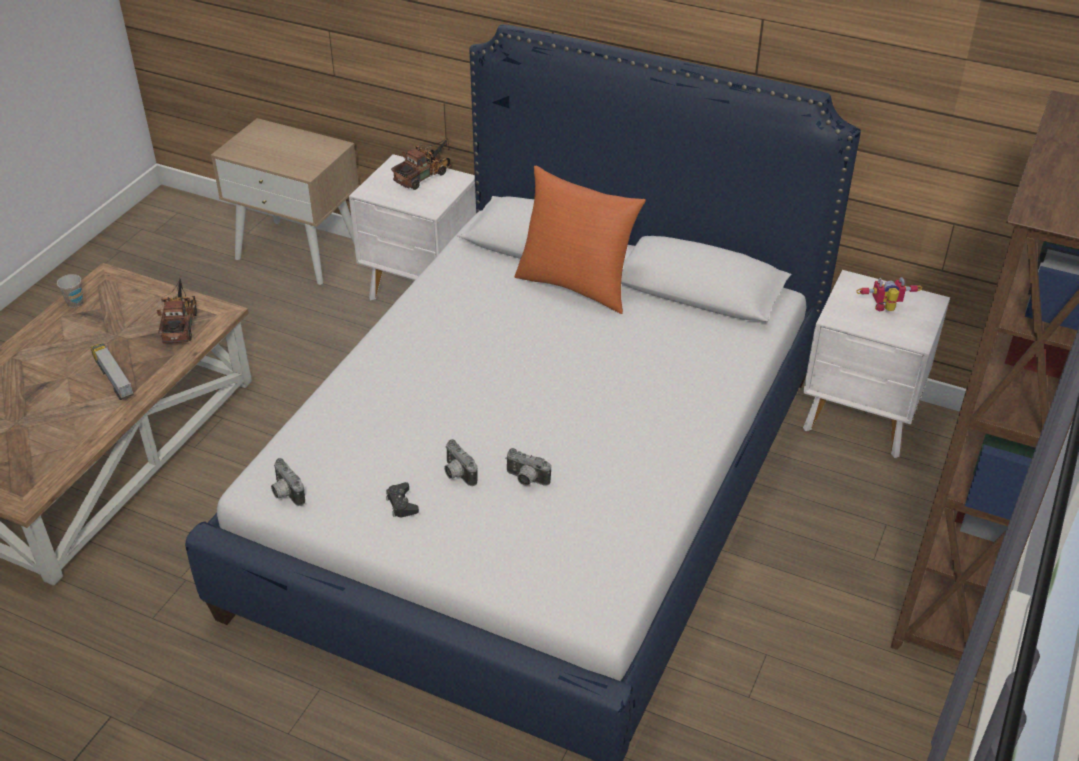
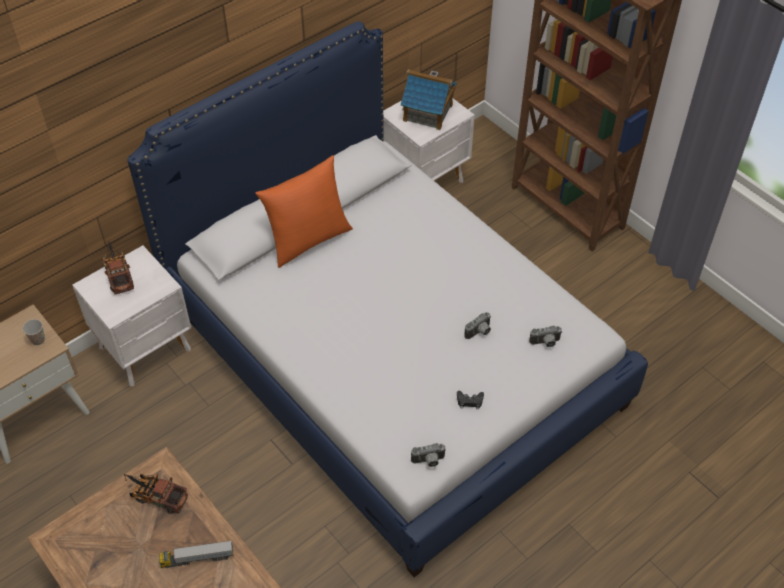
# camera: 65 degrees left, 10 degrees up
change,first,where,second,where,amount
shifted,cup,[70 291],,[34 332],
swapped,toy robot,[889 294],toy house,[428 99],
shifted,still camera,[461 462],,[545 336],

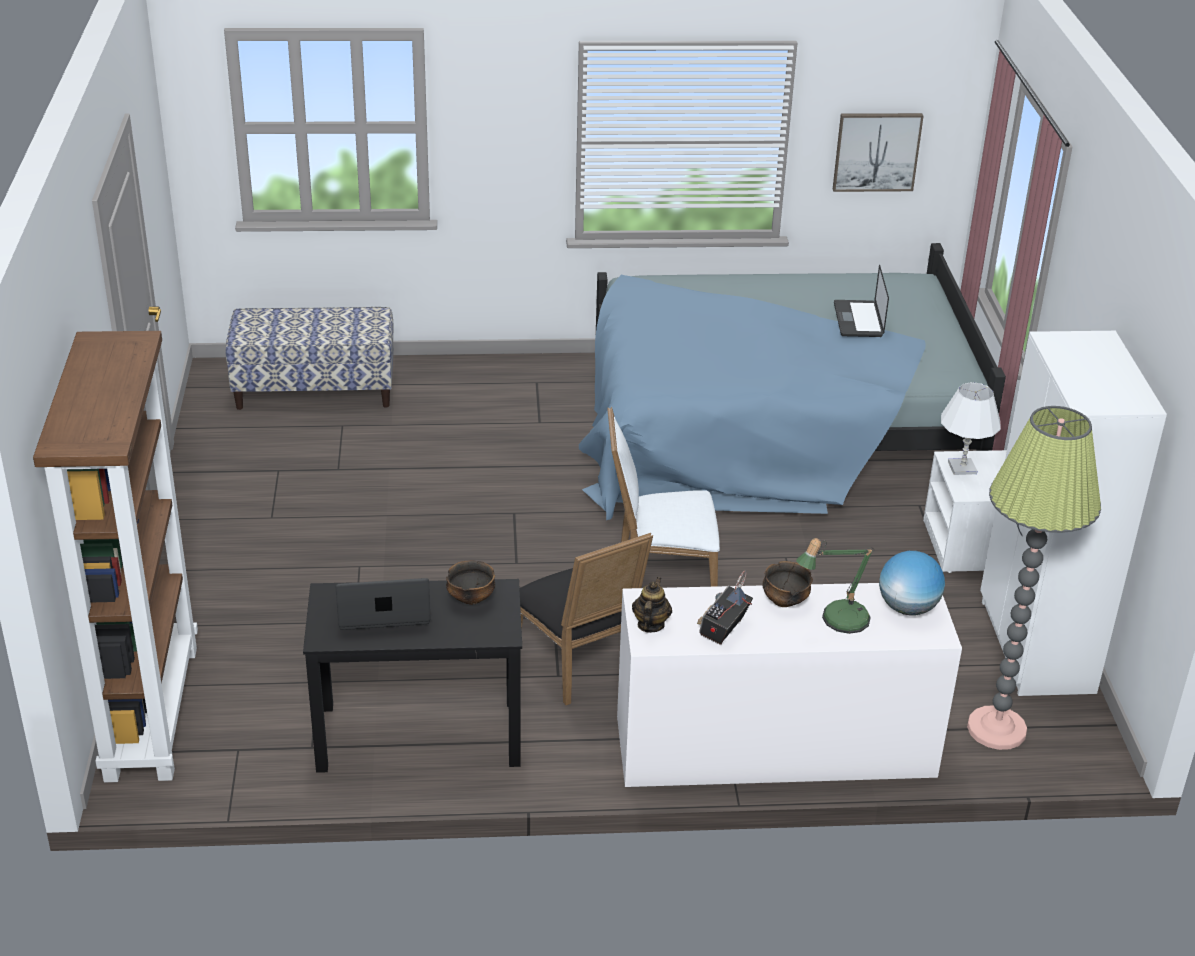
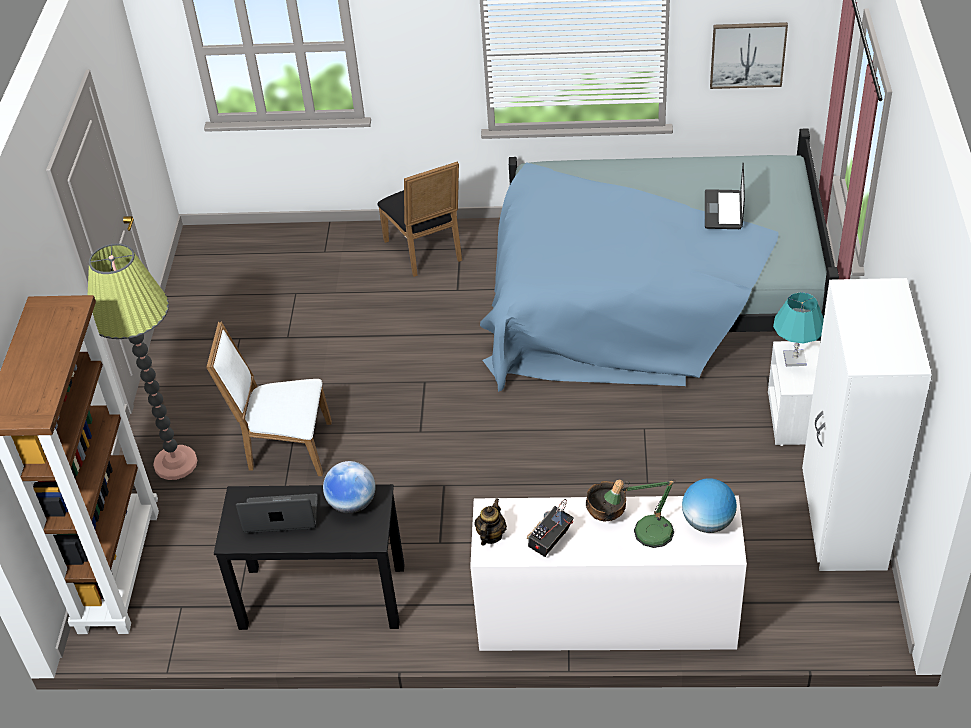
# camera: 10 degrees right, 10 degrees up
change,first,where,second,where,amount
gone,indoor bench,[309 358],,,
repainted,white-coloured lamp for a table,[971 428],turquoise-coloured lamp for a table,[798 329],
shifted,standard lamp,[1034 578],,[142 361],
shifted,white-coloured plain chair,[663 497],,[269 398],
shifted,black plain chair,[586 619],,[419 219],
swapped,deep dish,[470 582],globe,[349 487],

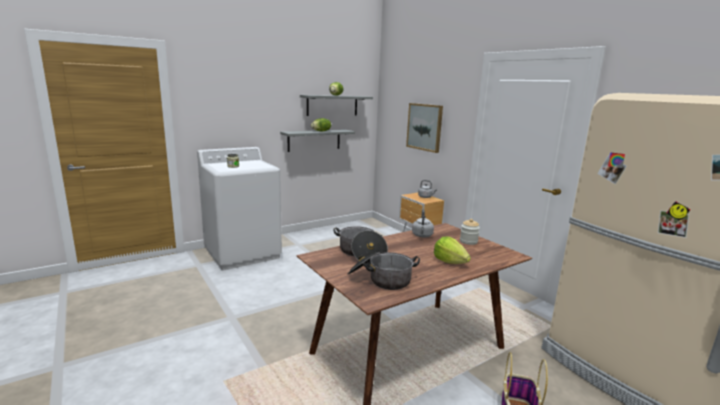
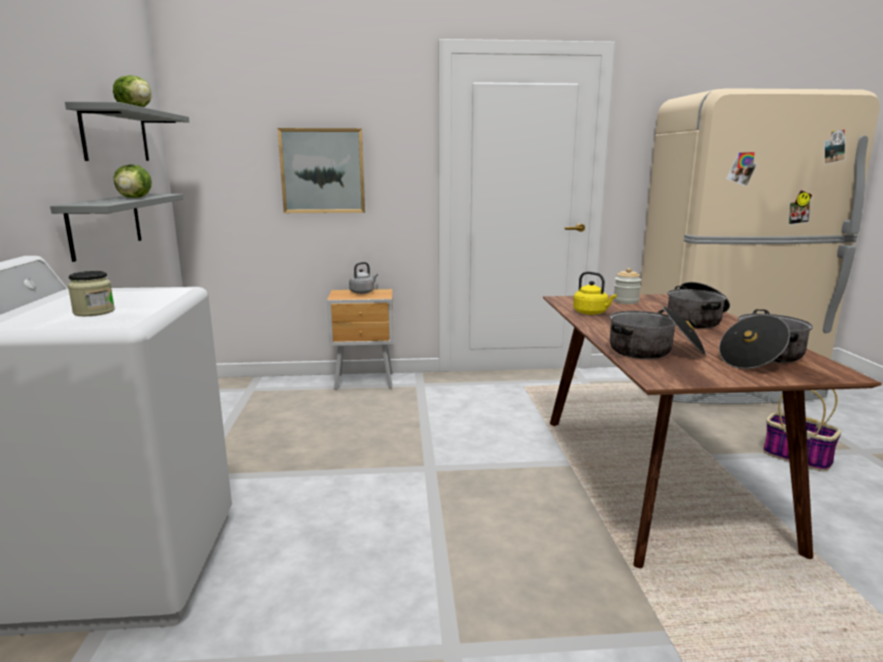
# camera: 60 degrees left, 0 degrees up
change,first,where,second,where,amount
repainted,grey water kettle,[423 223],yellowish water kettle,[595 293],
swapped,lettuce head,[452 250],cooking pot,[699 305],

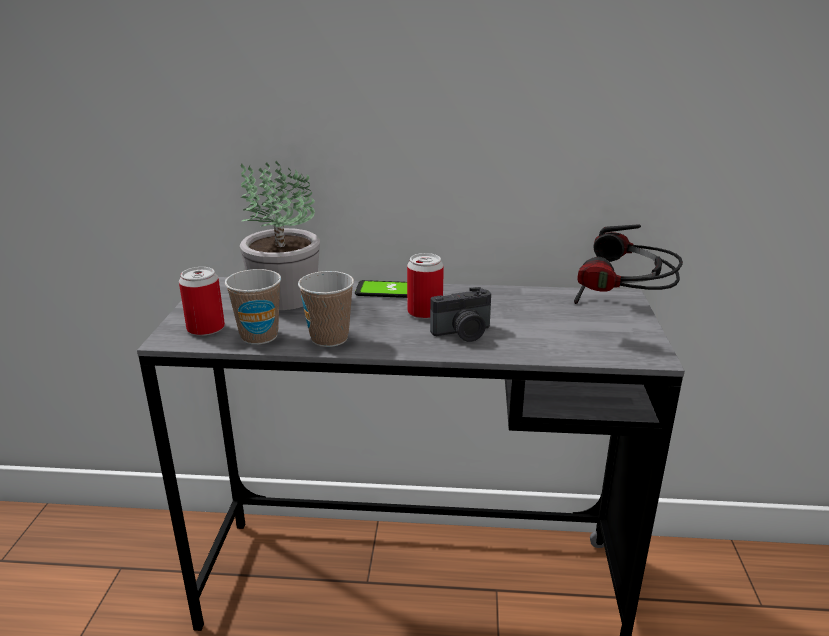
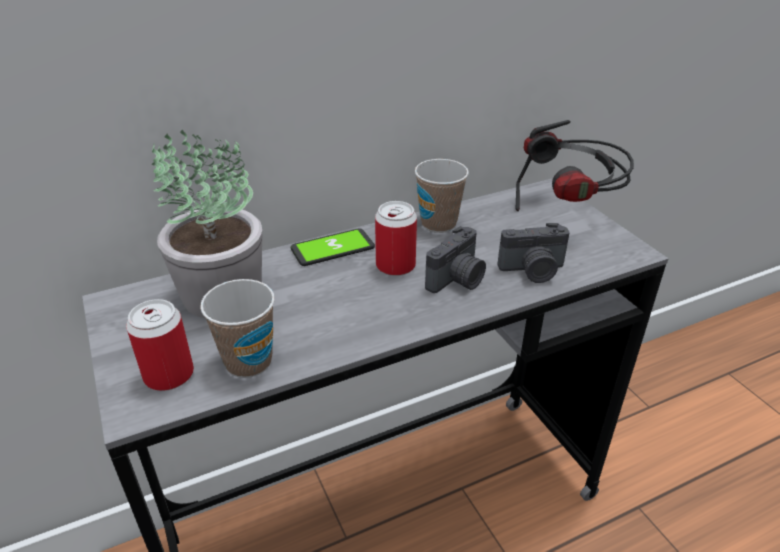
# camera: 30 degrees left, 10 degrees up
change,first,where,second,where,amount
shifted,cup,[326 309],,[442 196],
new,,,still camera,[534 253],

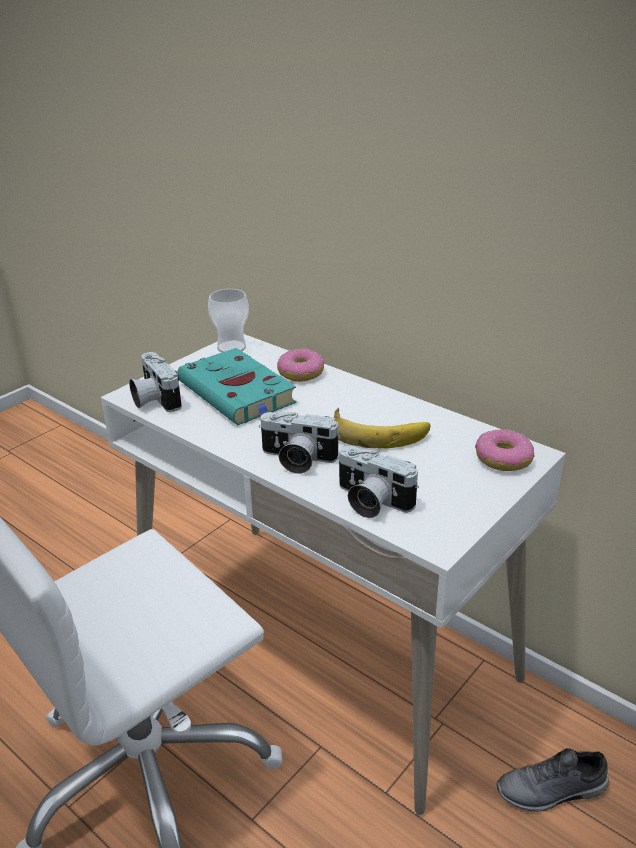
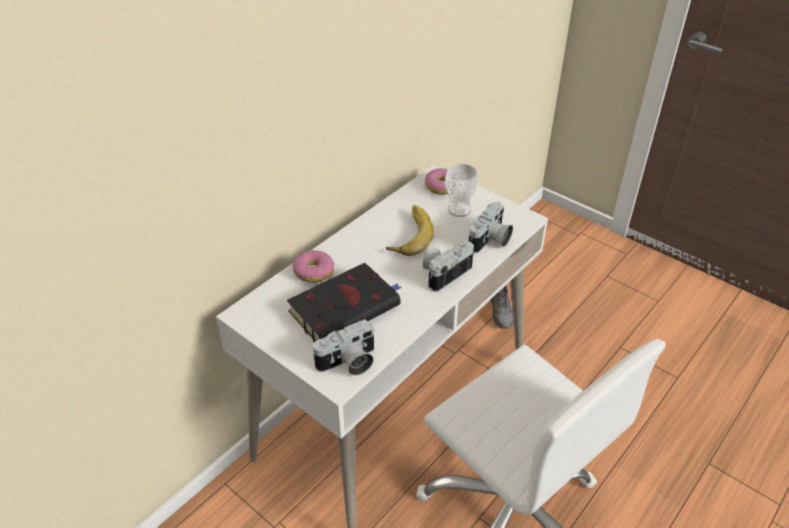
# camera: 90 degrees left, 10 degrees up
change,first,where,second,where,amount
shifted,cup,[228 321],,[462 190],
repainted,turquoise-coloured bound book,[236 386],black bound book,[344 302],
rotated,still camera,[300 443],,[448 266],150 degrees counterclockwise

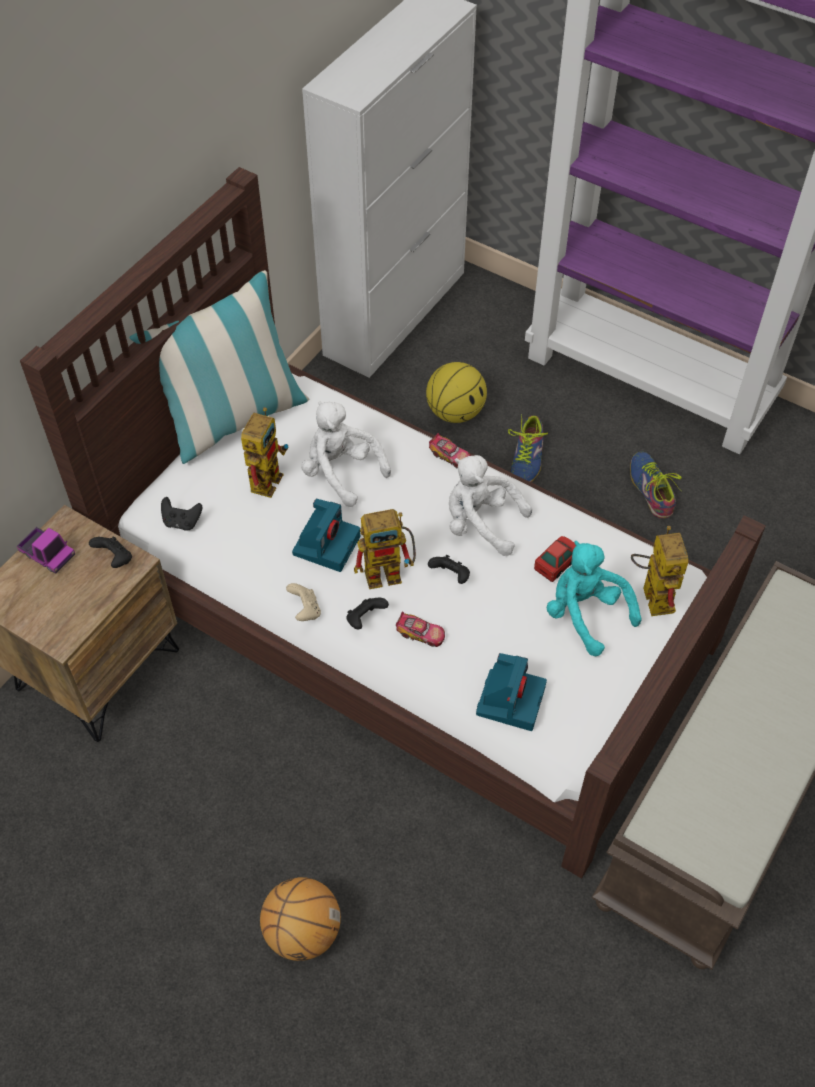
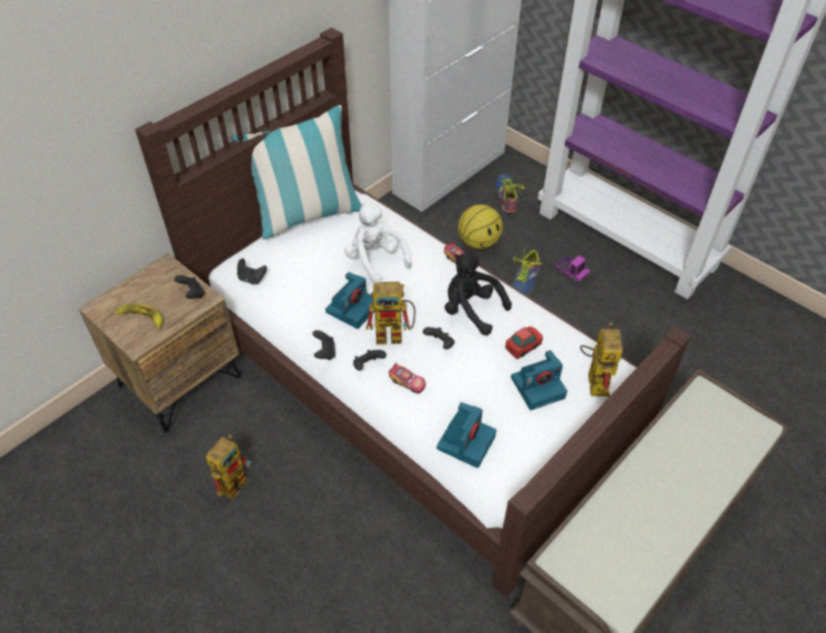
# camera: 10 degrees right, 5 degrees down
change,first,where,second,where,amount
shifted,toy robot,[264 452],,[229 467],
shifted,low shoe,[656 484],,[510 193],
repainted,white-coloured plush toy,[490 505],black plush toy,[478 294],
shifted,toy truck,[46 550],,[572 269],
swapped,turquoise-coloured plush toy,[594 598],still camera,[539 380],
repainted,beige-coloured game controller,[303 602],black game controller,[324 345],
gone,basketball,[300 919],,,
new,,,banana,[139 317],

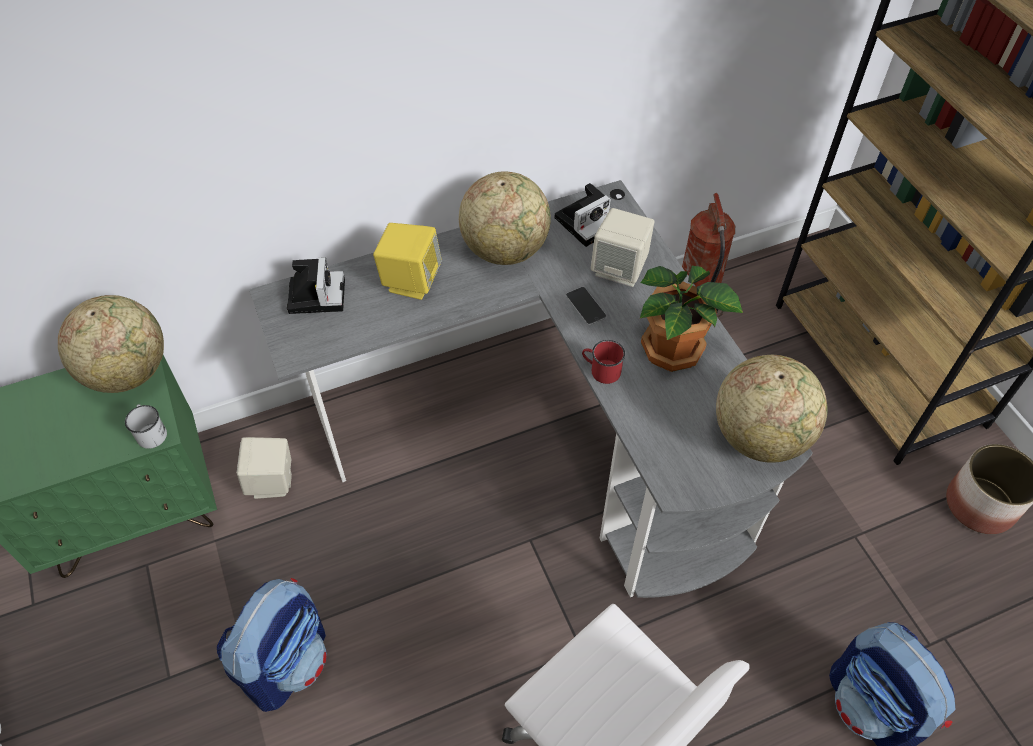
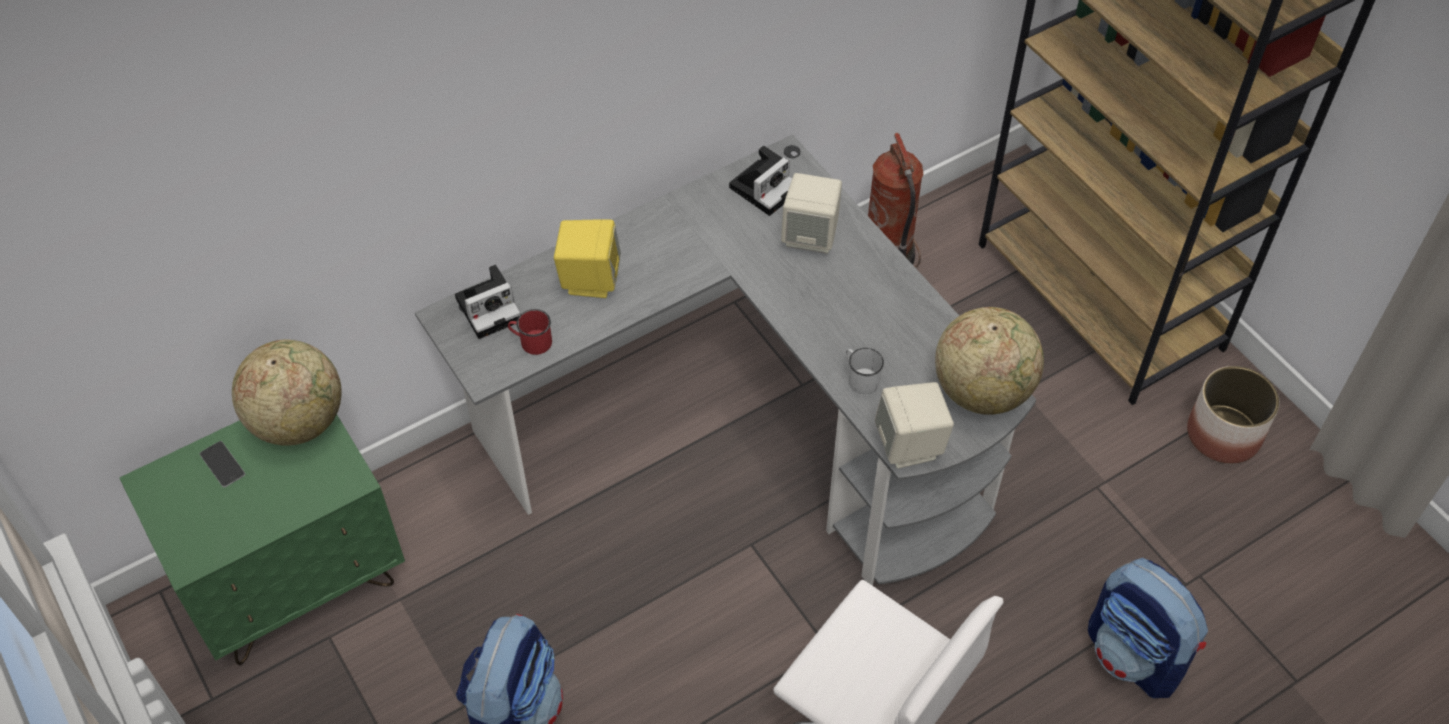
# camera: 10 degrees left, 0 degrees up
change,first,where,second,where,amount
gone,globe,[505 218],,,
rotated,still camera,[316 285],,[488 302],75 degrees clockwise
gone,plant in a pot,[691 319],,,
shifted,handset,[586 306],,[222 464],
shifted,red mug,[603 362],,[530 332],
shifted,white-coloured mug,[146 426],,[865 371],
shifted,beige-coloured audio speaker,[264 468],,[914 425],

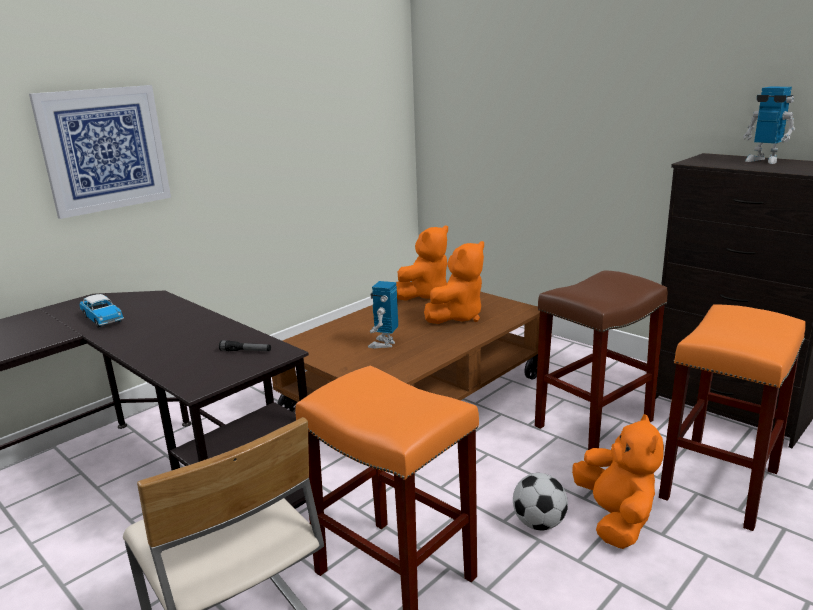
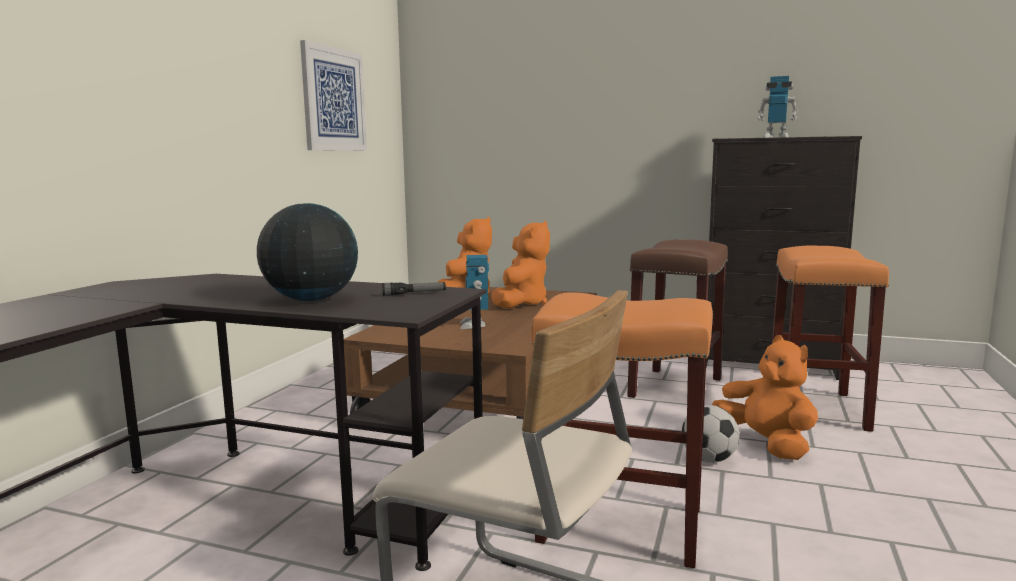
# camera: 25 degrees left, 10 degrees down
change,first,where,second,where,amount
shifted,wall picture,[100 152],,[333 95],
gone,miniature car,[101 311],,,
new,,,globe,[307 252],

